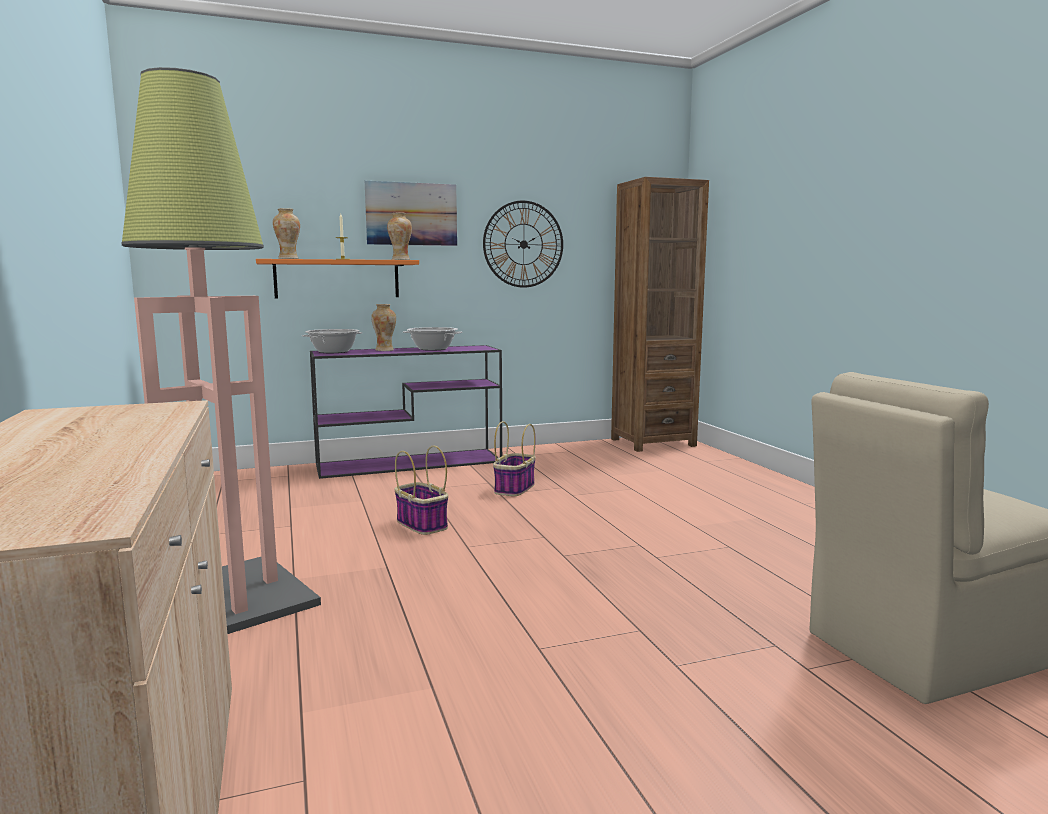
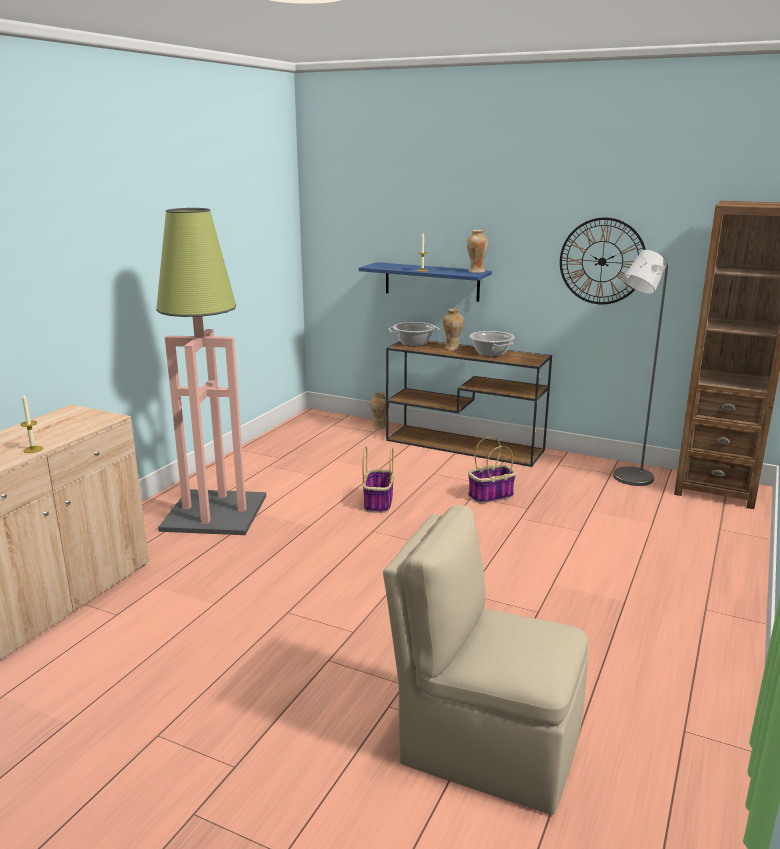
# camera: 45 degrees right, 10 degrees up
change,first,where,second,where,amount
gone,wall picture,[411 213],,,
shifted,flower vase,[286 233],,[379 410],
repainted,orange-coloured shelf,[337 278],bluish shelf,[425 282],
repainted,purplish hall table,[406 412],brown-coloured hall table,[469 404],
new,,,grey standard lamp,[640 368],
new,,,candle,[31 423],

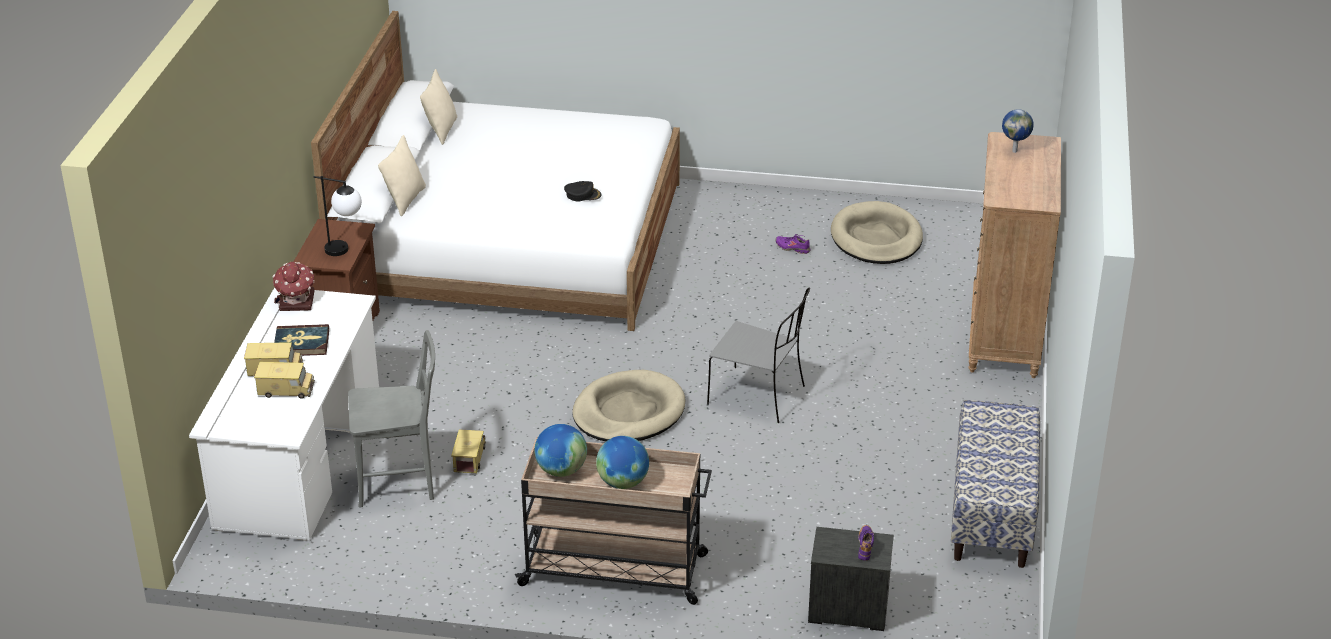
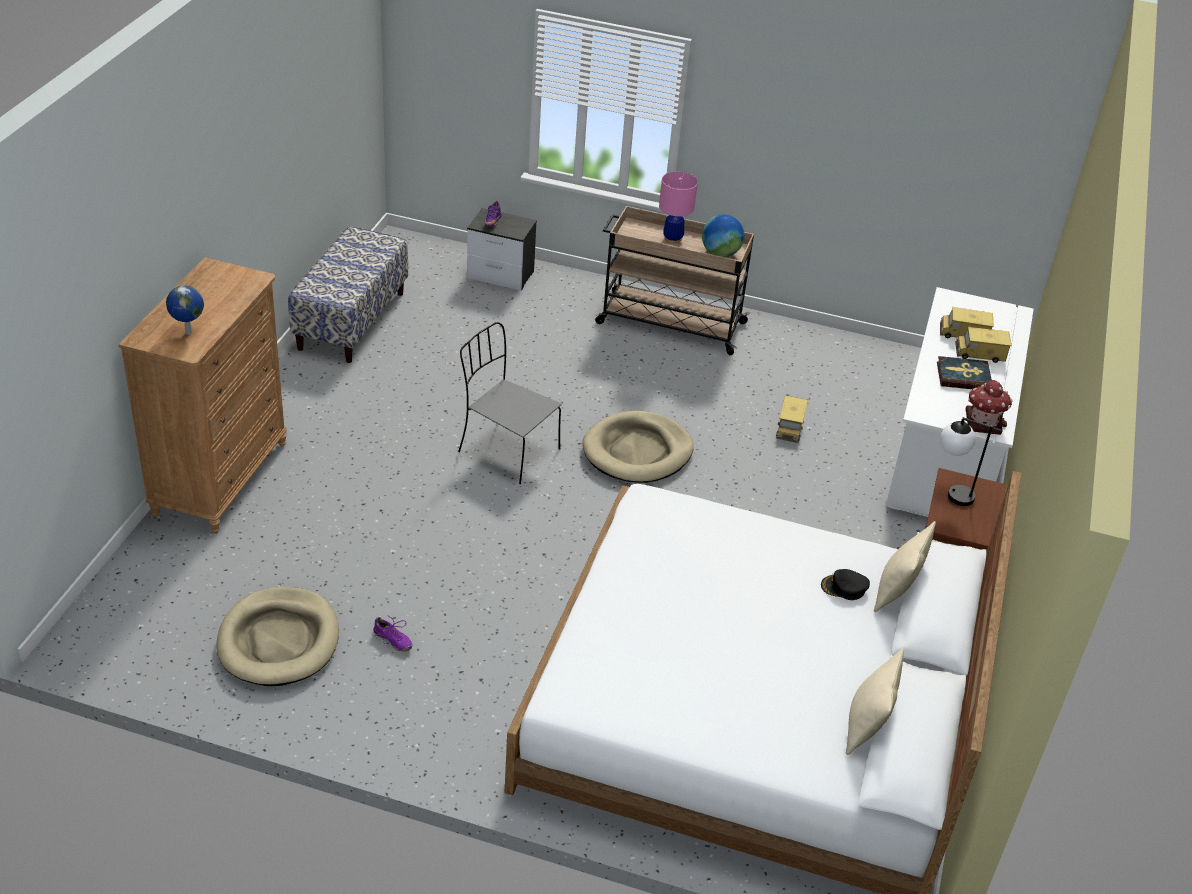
# camera: 175 degrees left, 5 degrees up
change,first,where,second,where,amount
shifted,black baseball cap,[582 191],,[845 584],
gone,grey plain chair,[391 419],,,
swapped,globe,[622 462],pink-coloured lamp for a table,[678 208],

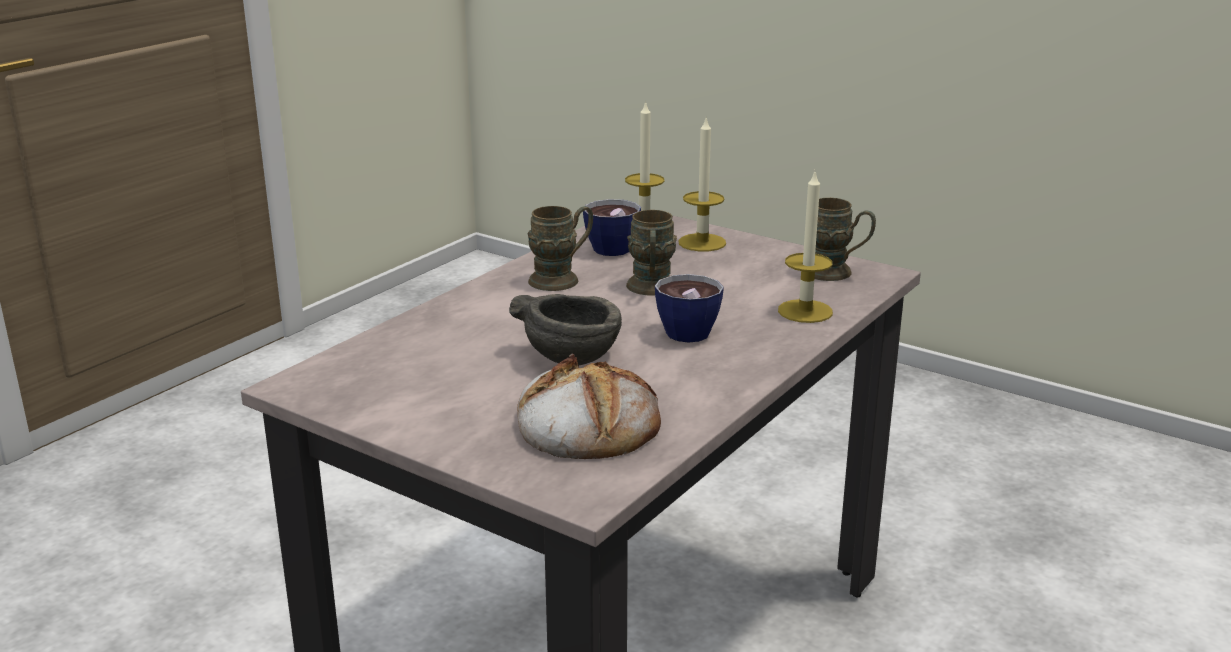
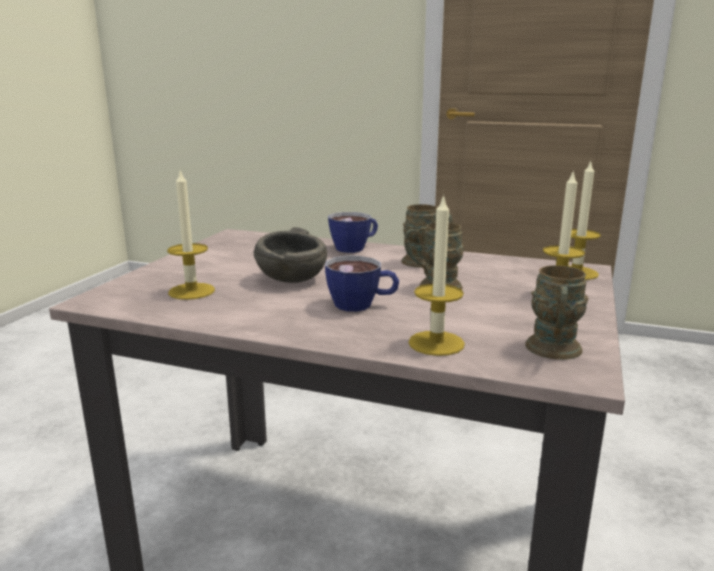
# camera: 75 degrees right, 5 degrees down
change,first,where,second,where,amount
shifted,cup,[612 227],,[353 232],
swapped,baked bread,[589 406],candle,[191 235],

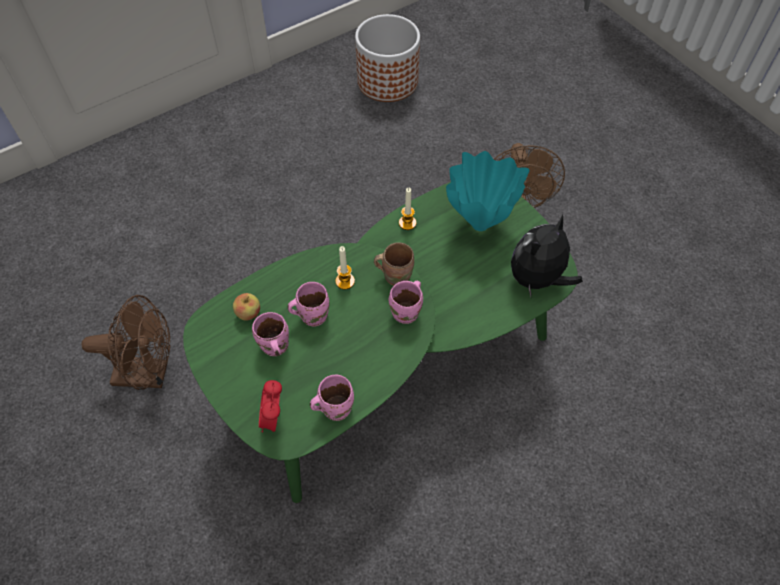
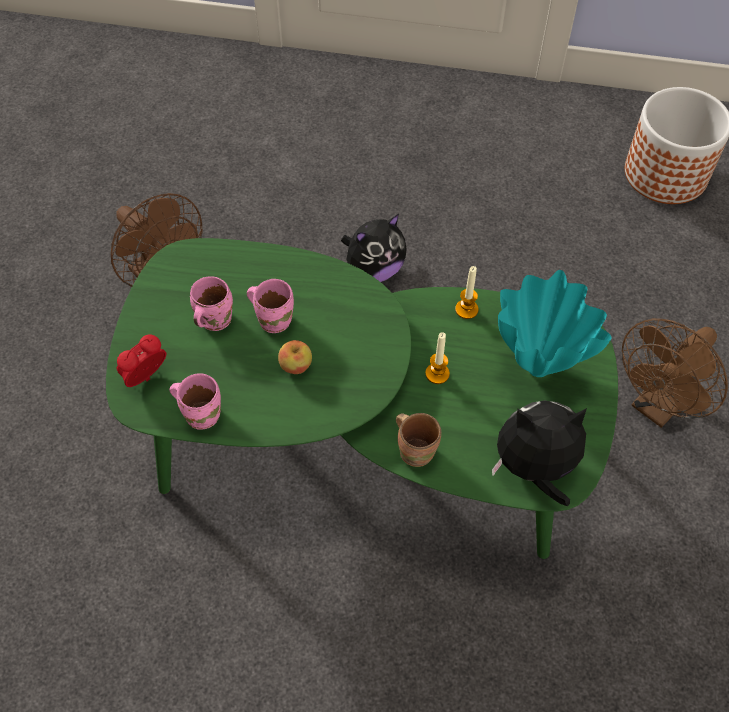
# camera: 45 degrees right, 0 degrees up
change,first,where,second,where,amount
shifted,brown-coloured mug,[394 264],,[418 440],
shifted,candle,[345 268],,[437 358],
gone,pink-coloured mug,[406 302],,,
shifted,apple,[246 307],,[295 357],
new,,,plush toy,[374 248],

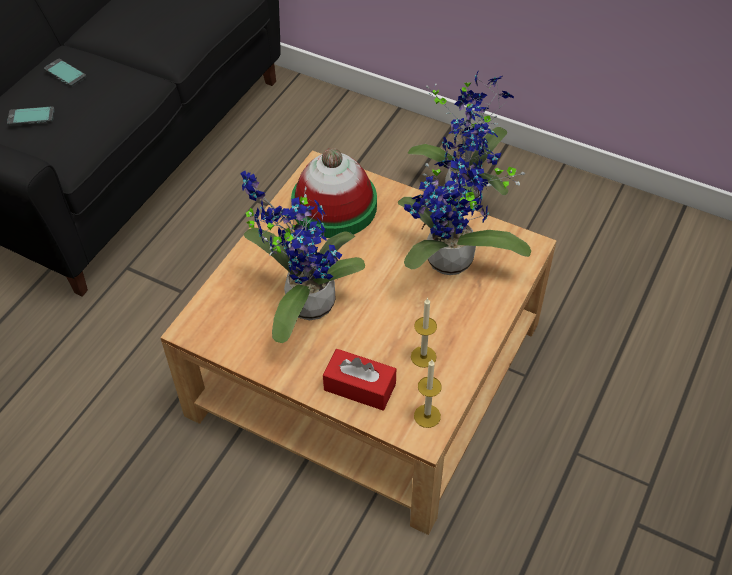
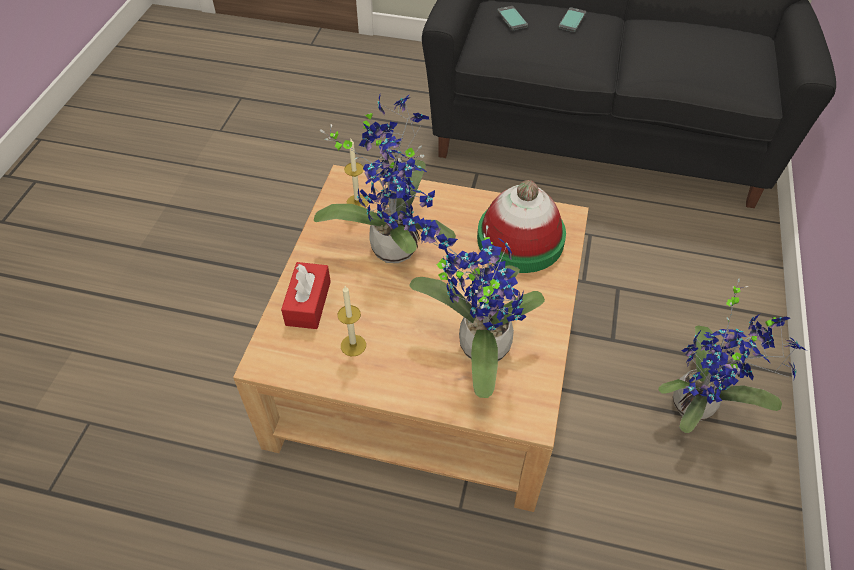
# camera: 75 degrees right, 0 degrees up
change,first,where,second,where,amount
shifted,candle,[428 394],,[356 173],

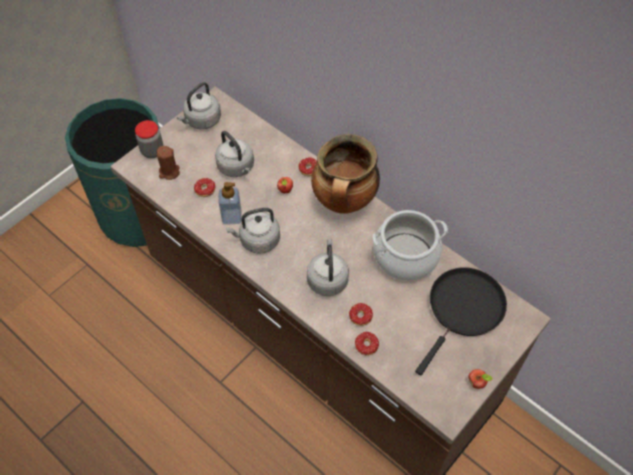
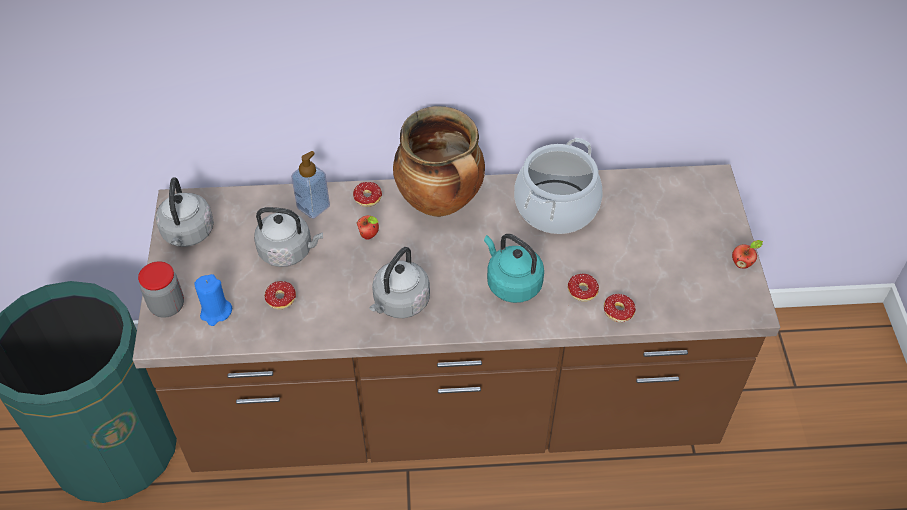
# camera: 45 degrees left, 5 degrees down
change,first,where,second,where,amount
repainted,brown-coloured candle,[168 163],bluish candle,[213 300],
shifted,liquid soap bottle,[230 203],,[310 185],
repainted,grey water kettle,[328 267],turquoise-coloured water kettle,[514 268],
gone,black skillet,[461 321],,,

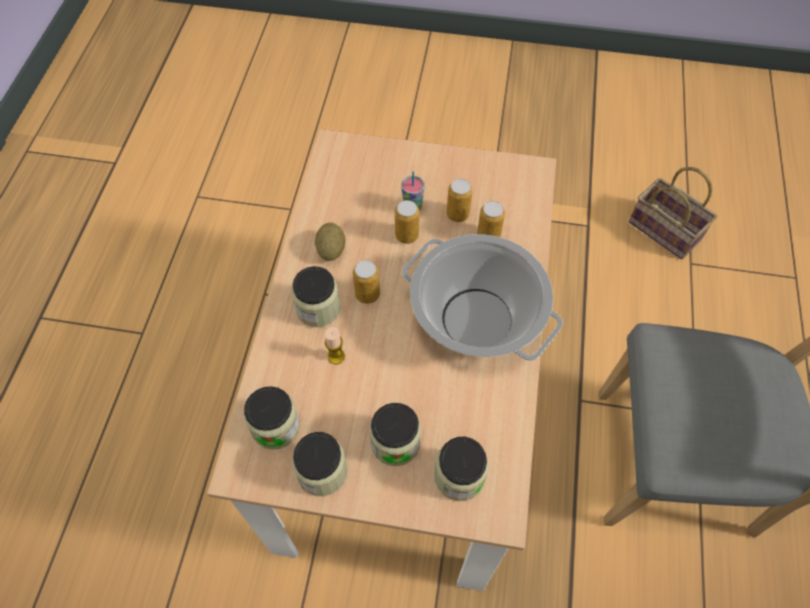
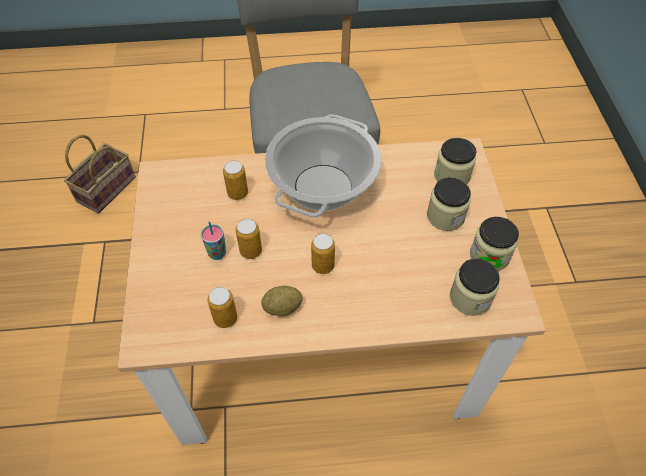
# camera: 105 degrees left, 5 degrees down
change,first,where,second,where,amount
shifted,sealed can,[459 200],,[222 307],
gone,storage jar,[316 296],,,
gone,candle,[335 345],,,

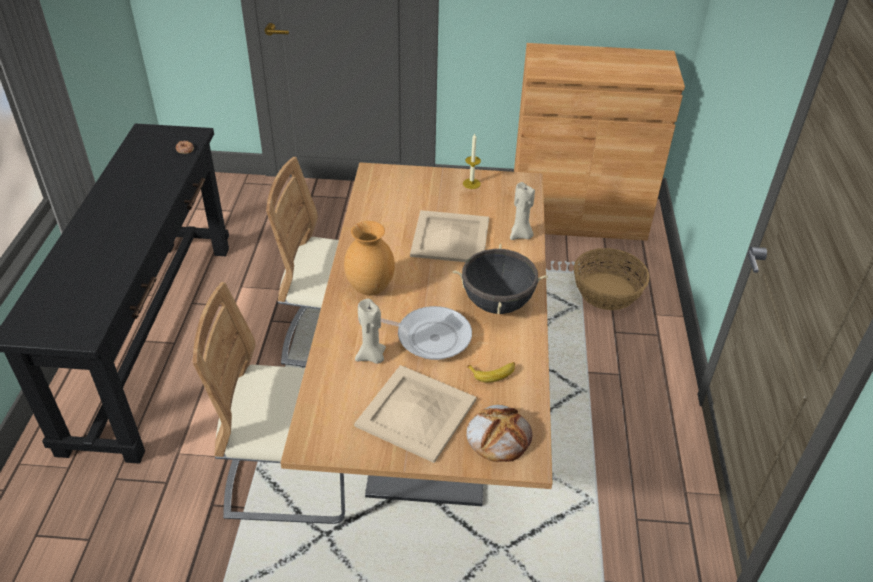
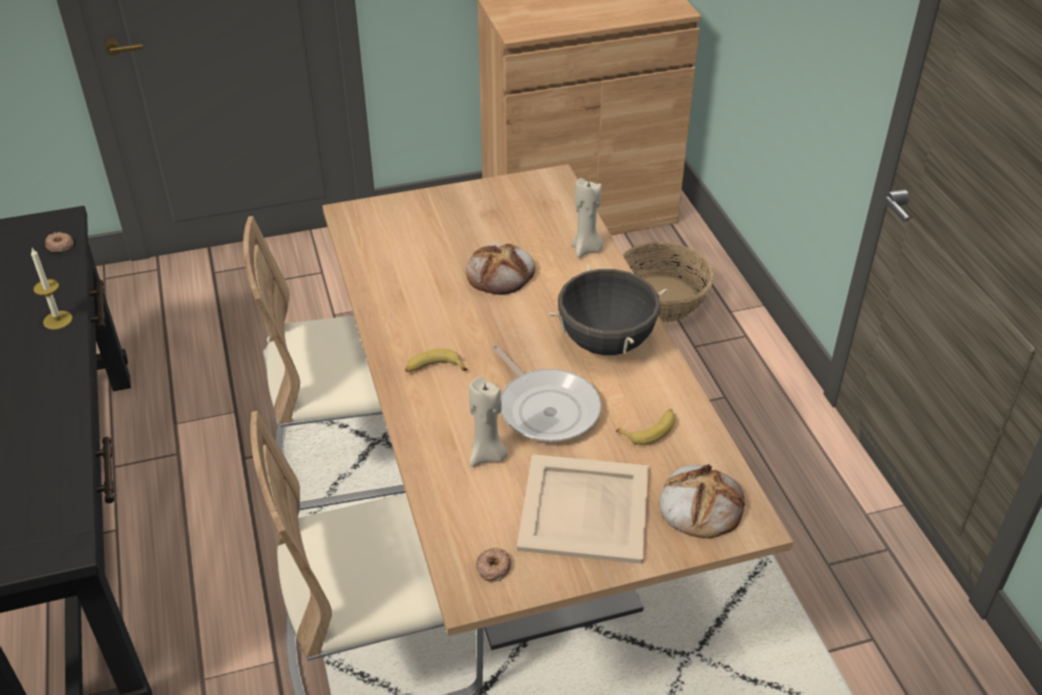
# camera: 20 degrees left, 0 degrees up
change,first,where,second,where,amount
shifted,candle,[472 161],,[52 289],
swapped,beige-coloured tray,[449 236],baked bread,[500 269],
swapped,brown-coloured flower vase,[369 258],banana,[436 360],
rotated,skillet,[426 333],,[546 393],60 degrees clockwise
new,,,doughnut,[493 565],

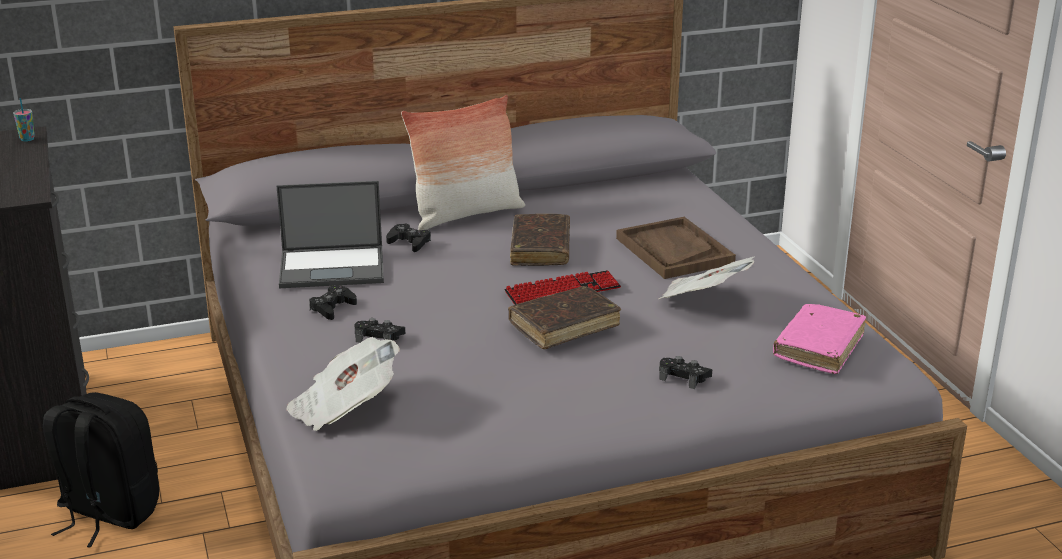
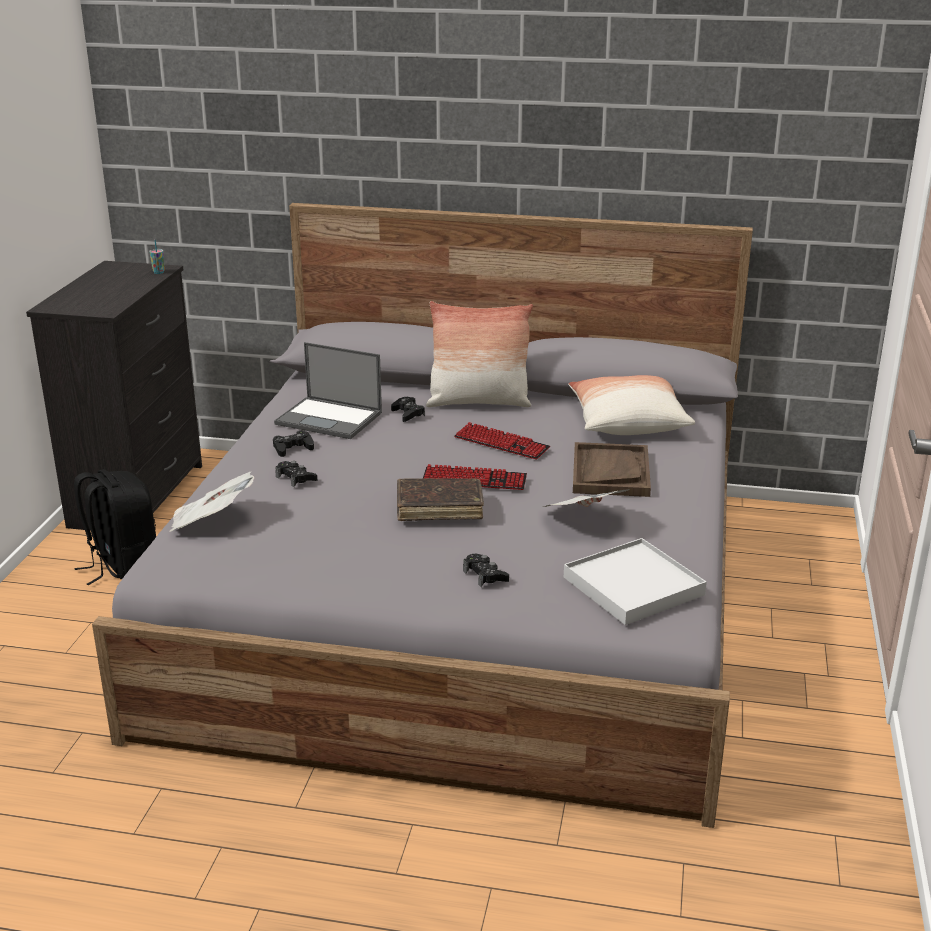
# camera: 30 degrees right, 0 degrees up
change,first,where,second,where,amount
swapped,brown-coloured bound book,[540 240],keyboard,[502 440],
swapped,pink-coloured bound book,[819 339],white-coloured tray,[635 581],
new,,,cushion,[631 405],

